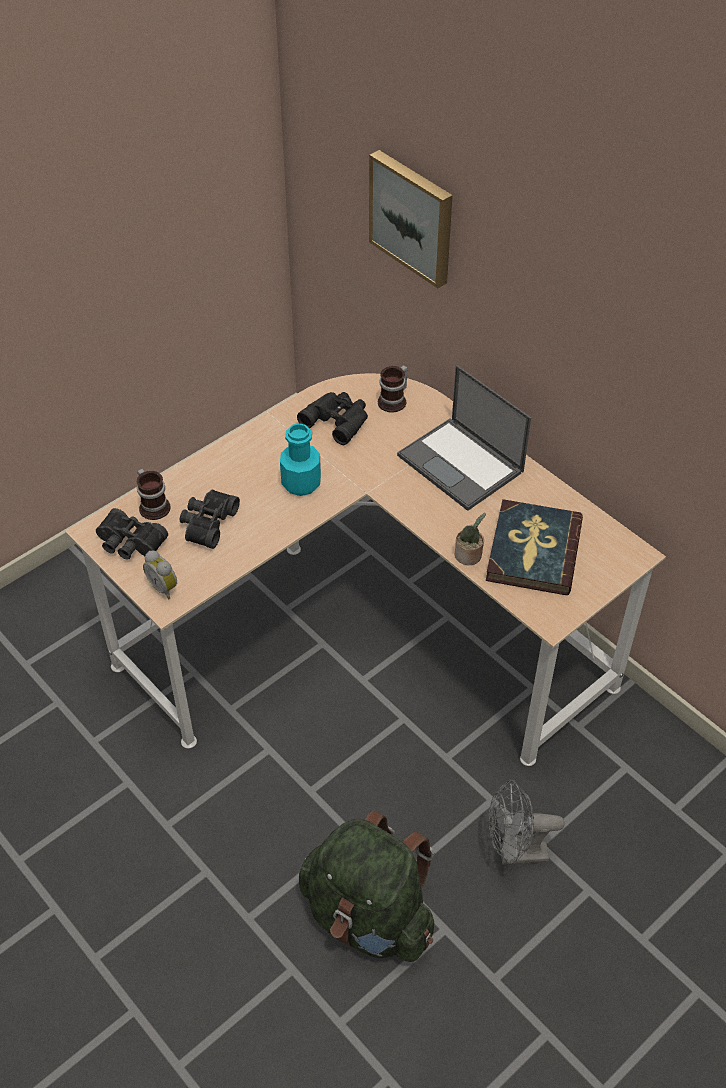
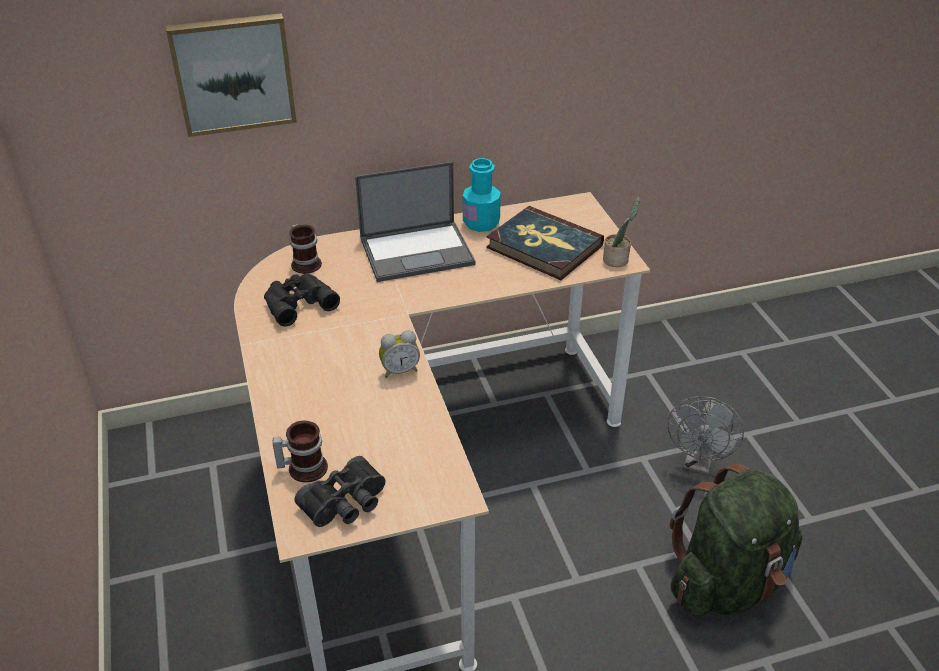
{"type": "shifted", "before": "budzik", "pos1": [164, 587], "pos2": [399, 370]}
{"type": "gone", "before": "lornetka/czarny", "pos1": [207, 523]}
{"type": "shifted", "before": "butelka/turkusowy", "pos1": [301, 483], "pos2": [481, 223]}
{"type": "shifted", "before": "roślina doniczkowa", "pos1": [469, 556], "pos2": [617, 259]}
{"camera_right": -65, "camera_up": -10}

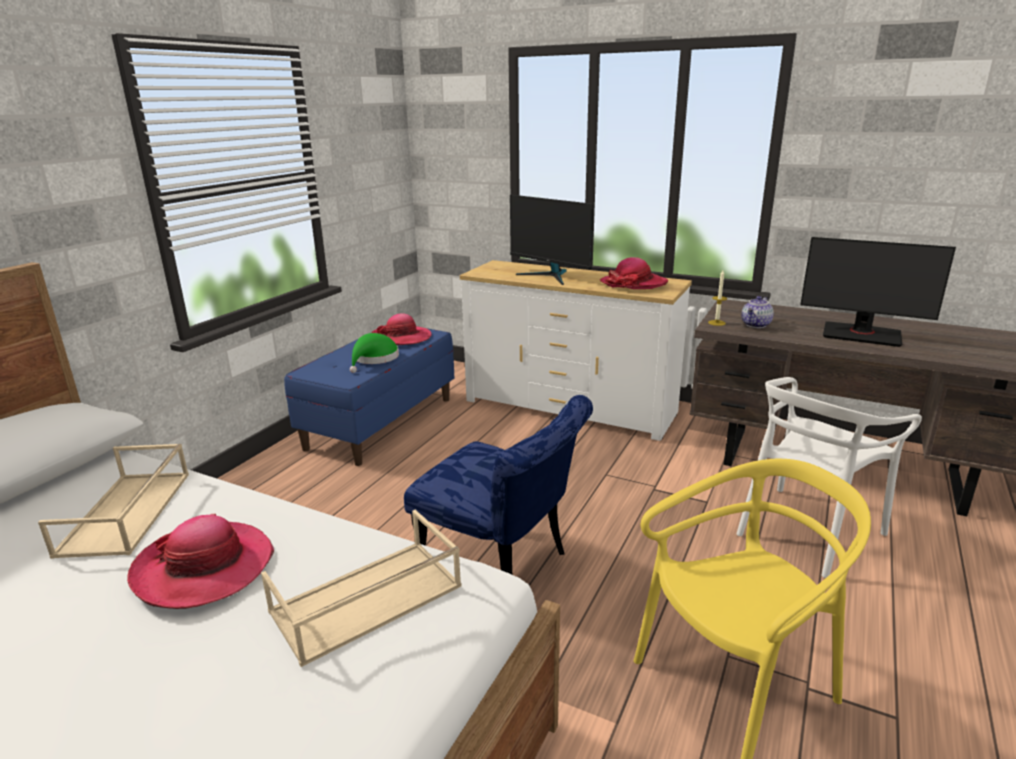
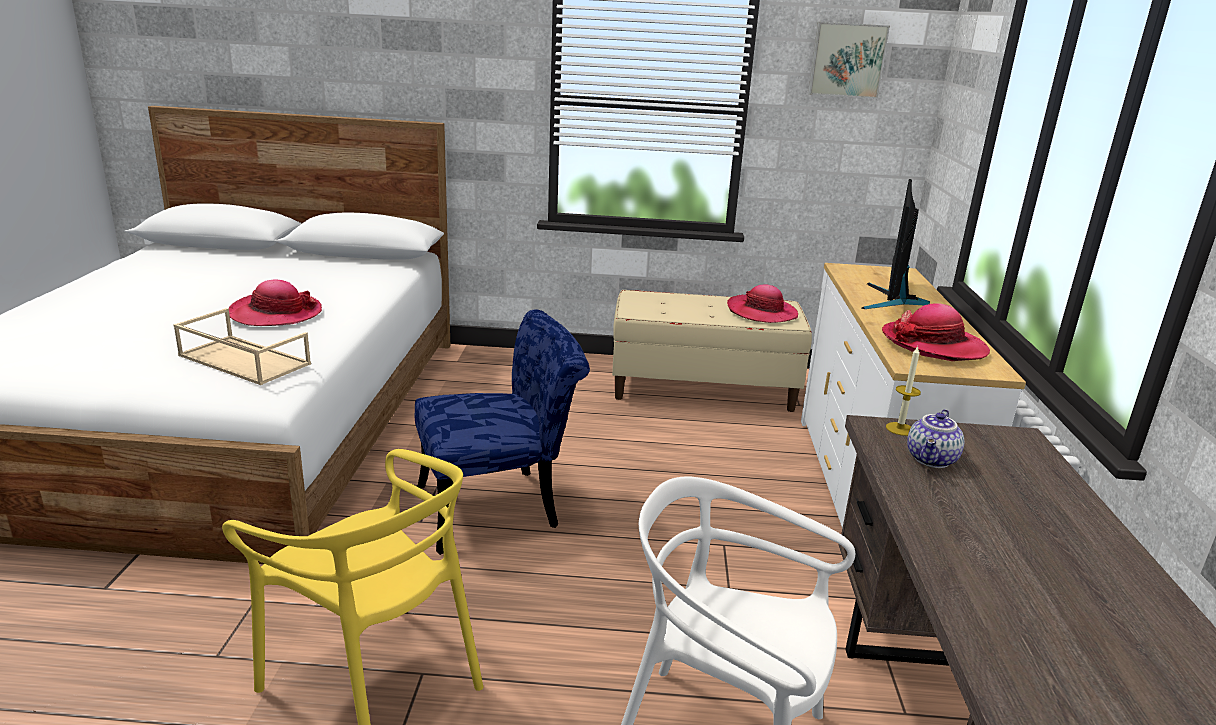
{"type": "gone", "before": "taca/beżowy", "pos1": [127, 513]}
{"type": "repainted", "before": "ławka/niebieski", "after": "ławka/beżowy", "pos1": [380, 423], "pos2": [703, 389]}
{"type": "gone", "before": "kapelusz/zielony", "pos1": [374, 359]}
{"type": "rotated", "before": "krzesło/niebieski", "pos1": [503, 568], "pos2": [501, 507], "turn": -120}
{"type": "rotated", "before": "imbryk", "pos1": [756, 325], "pos2": [932, 460], "turn": -75}
{"type": "gone", "before": "monitor", "pos1": [861, 334]}
{"type": "new", "after": "obraz", "pos2": [847, 60]}
{"camera_right": 65, "camera_up": 0}

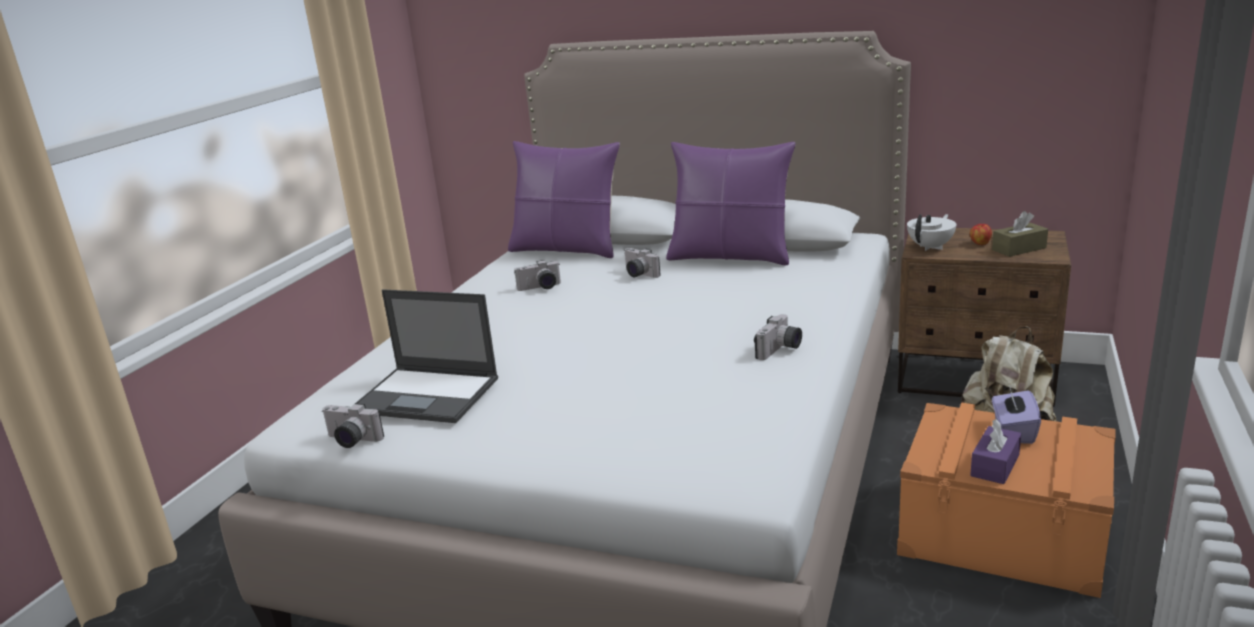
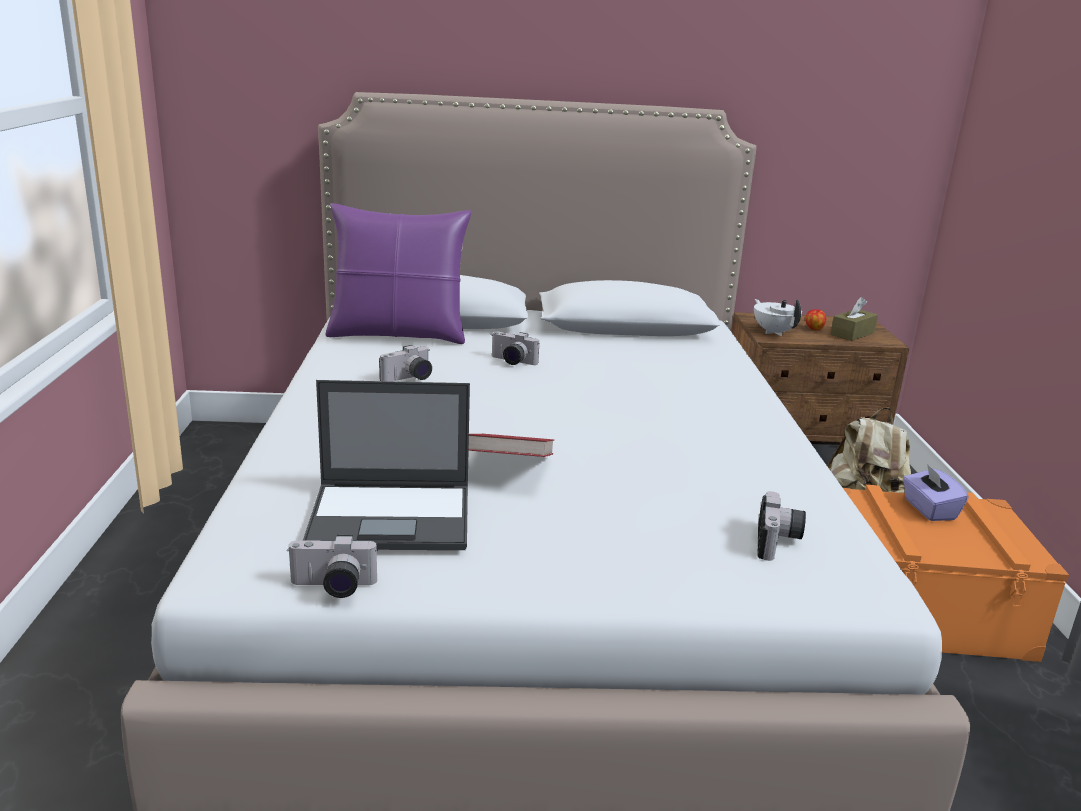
{"type": "gone", "before": "poduszka/fioletowy", "pos1": [730, 256]}
{"type": "shifted", "before": "aparat fotograficzny", "pos1": [780, 350], "pos2": [778, 542]}
{"type": "rotated", "before": "imbryk/biały", "pos1": [931, 247], "pos2": [774, 332], "turn": -45}
{"type": "gone", "before": "pudełko chusteczek/fioletowy", "pos1": [995, 465]}
{"type": "new", "after": "książka/czerwony", "pos2": [509, 469]}
{"camera_right": -25, "camera_up": 0}

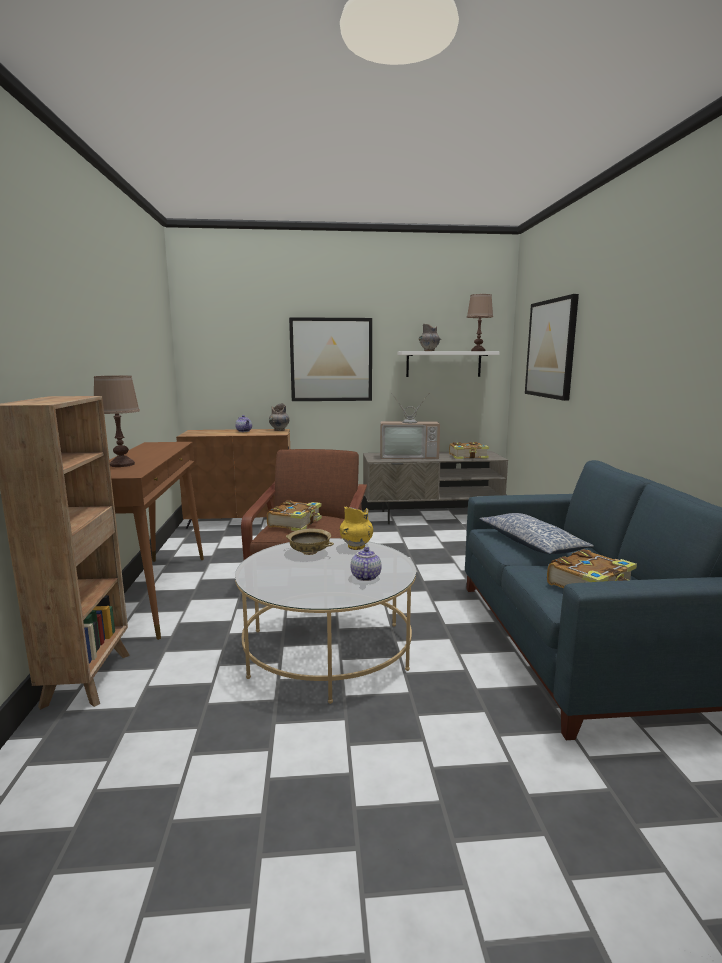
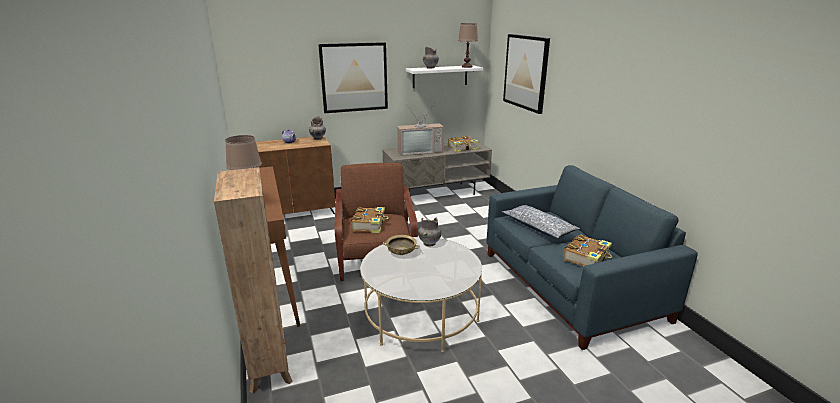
{"type": "repainted", "before": "wazon/żółty", "after": "wazon/szary", "pos1": [356, 546], "pos2": [429, 243]}
{"type": "gone", "before": "imbryk", "pos1": [365, 577]}
{"camera_right": -15, "camera_up": 10}

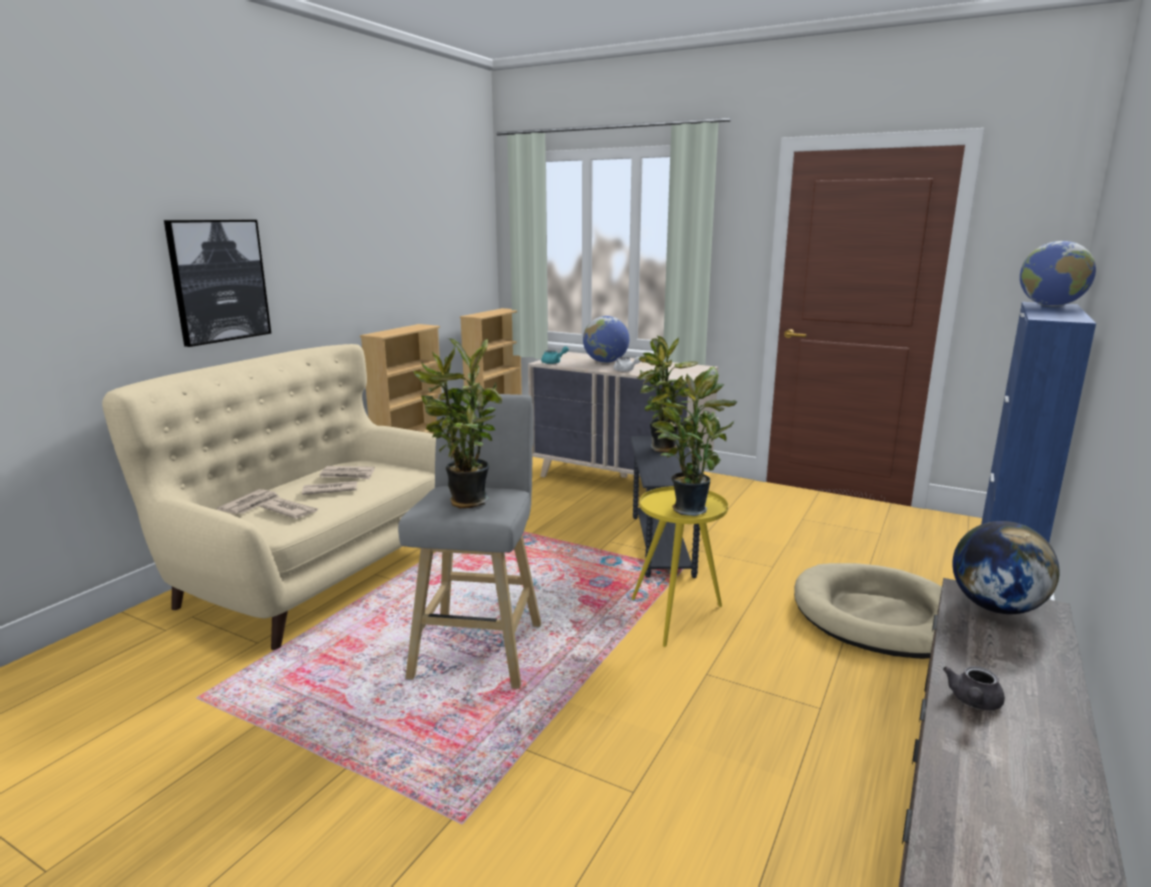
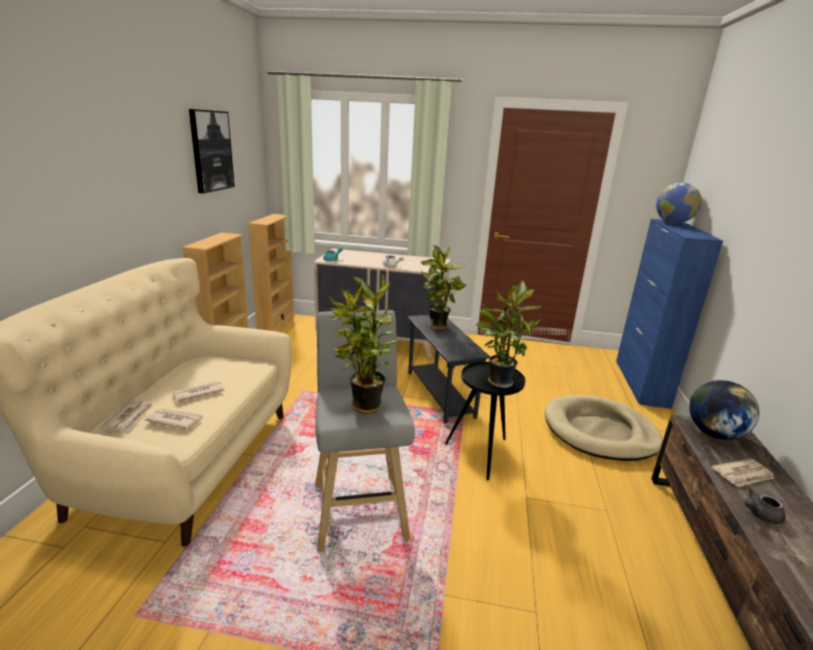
{"type": "shifted", "before": "obraz", "pos1": [219, 281], "pos2": [211, 151]}
{"type": "shifted", "before": "gazeta", "pos1": [348, 475], "pos2": [743, 475]}
{"type": "gone", "before": "globus", "pos1": [605, 362]}
{"type": "repainted", "before": "stolik/żółty", "after": "stolik/czarny", "pos1": [677, 616], "pos2": [482, 453]}
{"type": "rotated", "before": "imbryk/szary", "pos1": [973, 702], "pos2": [759, 514], "turn": 60}
{"camera_right": -20, "camera_up": 5}

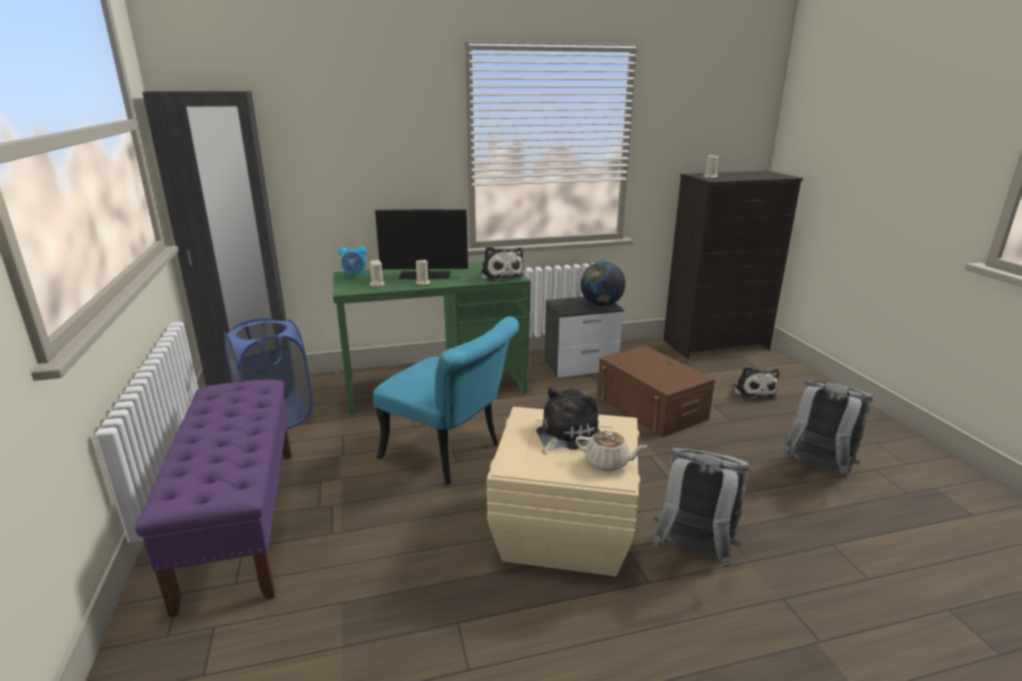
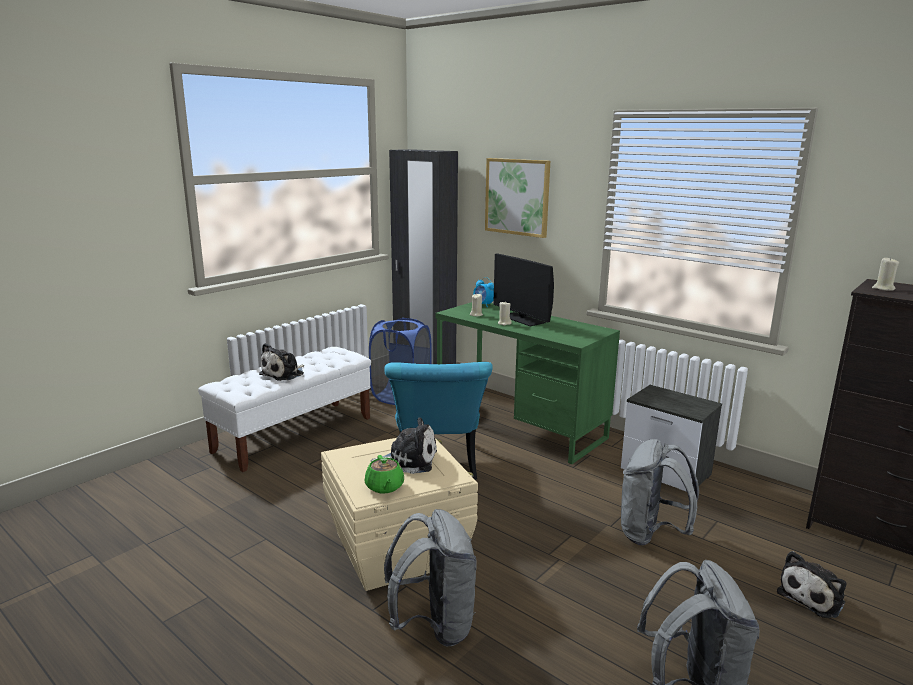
{"type": "repainted", "before": "ławka/fioletowy", "after": "ławka/biały", "pos1": [241, 521], "pos2": [294, 434]}
{"type": "shifted", "before": "pluszak", "pos1": [500, 275], "pos2": [284, 374]}
{"type": "repainted", "before": "imbryk/beżowy", "after": "imbryk/zielony", "pos1": [608, 463], "pos2": [384, 487]}
{"type": "gone", "before": "globus", "pos1": [601, 305]}
{"type": "swapped", "before": "pojemnik do przechowywania/brązowy", "after": "plecak/szary", "pos1": [651, 407], "pos2": [651, 535]}
{"type": "new", "after": "obraz", "pos2": [517, 197]}
{"camera_right": 55, "camera_up": -5}

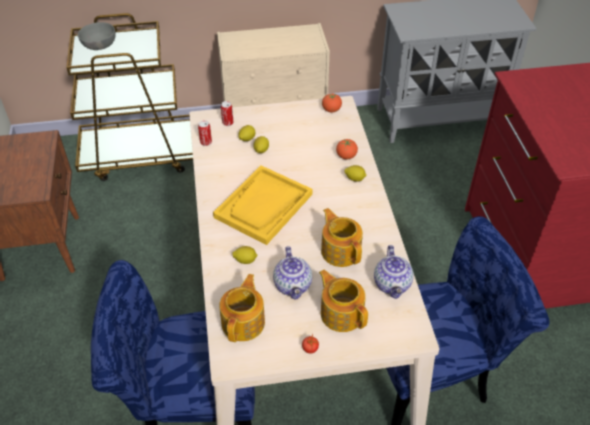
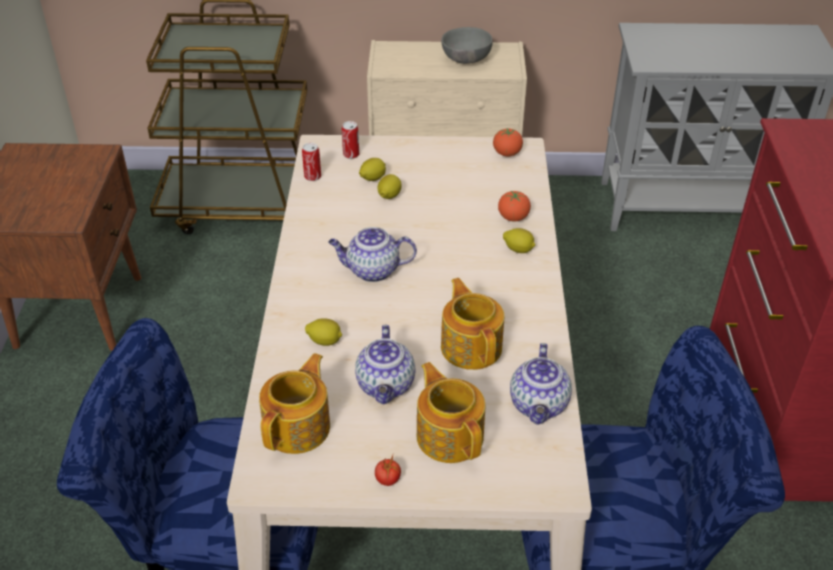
{"type": "shifted", "before": "miska/szary", "pos1": [99, 47], "pos2": [465, 60]}
{"type": "swapped", "before": "taca/żółty", "after": "imbryk", "pos1": [263, 206], "pos2": [372, 271]}
{"camera_right": 10, "camera_up": -5}

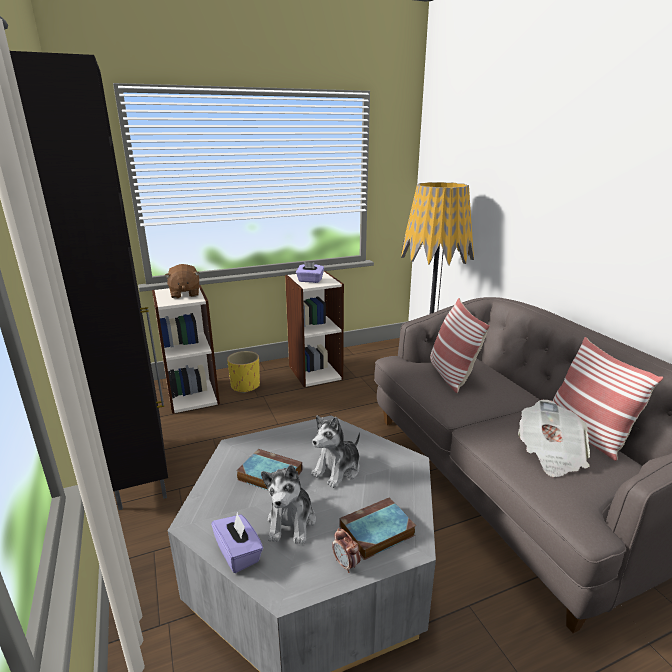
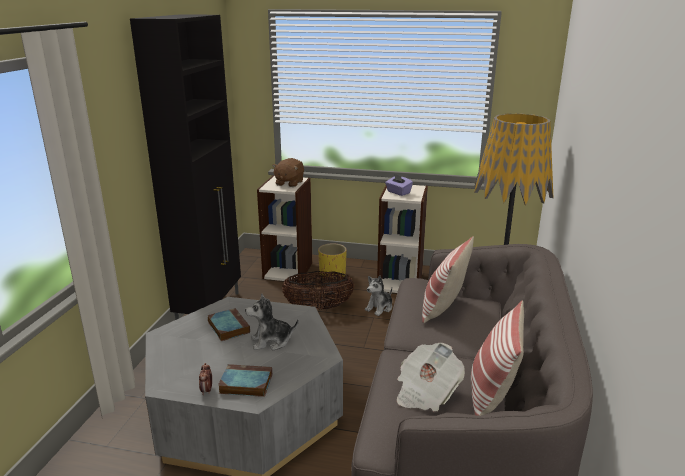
{"type": "gone", "before": "pudełko chusteczek/fioletowy", "pos1": [239, 553]}
{"type": "shifted", "before": "pluszak", "pos1": [291, 522], "pos2": [379, 308]}
{"type": "new", "after": "koszyk", "pos2": [318, 307]}
{"camera_right": 35, "camera_up": 0}

